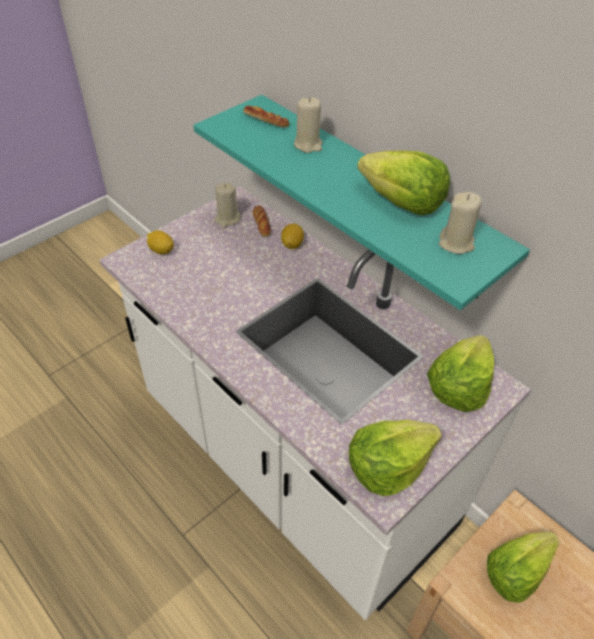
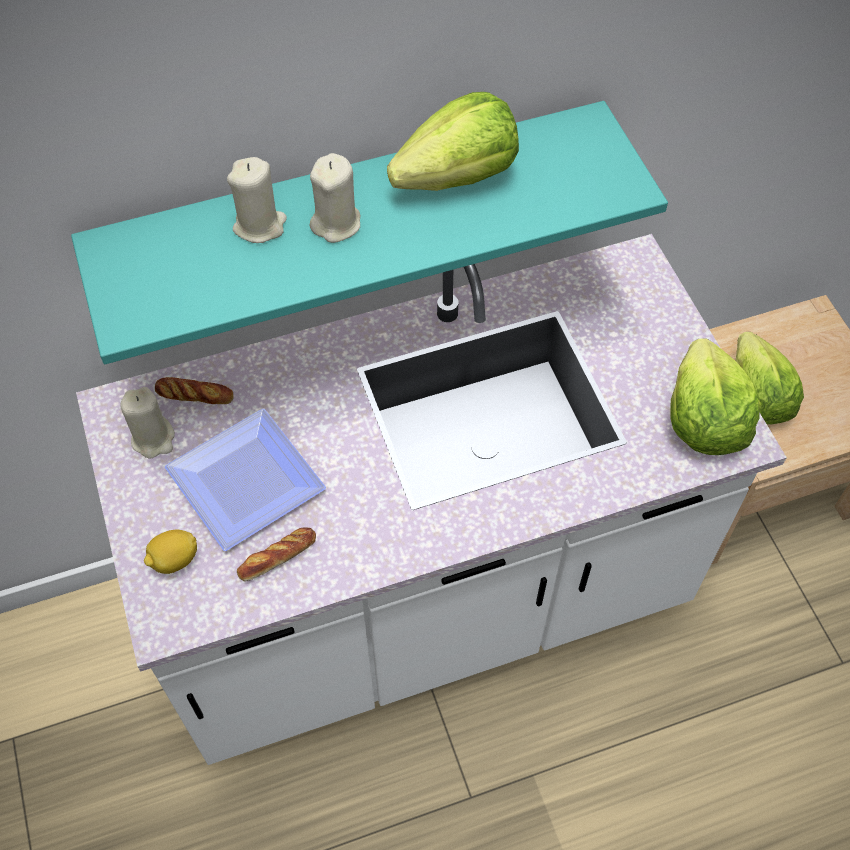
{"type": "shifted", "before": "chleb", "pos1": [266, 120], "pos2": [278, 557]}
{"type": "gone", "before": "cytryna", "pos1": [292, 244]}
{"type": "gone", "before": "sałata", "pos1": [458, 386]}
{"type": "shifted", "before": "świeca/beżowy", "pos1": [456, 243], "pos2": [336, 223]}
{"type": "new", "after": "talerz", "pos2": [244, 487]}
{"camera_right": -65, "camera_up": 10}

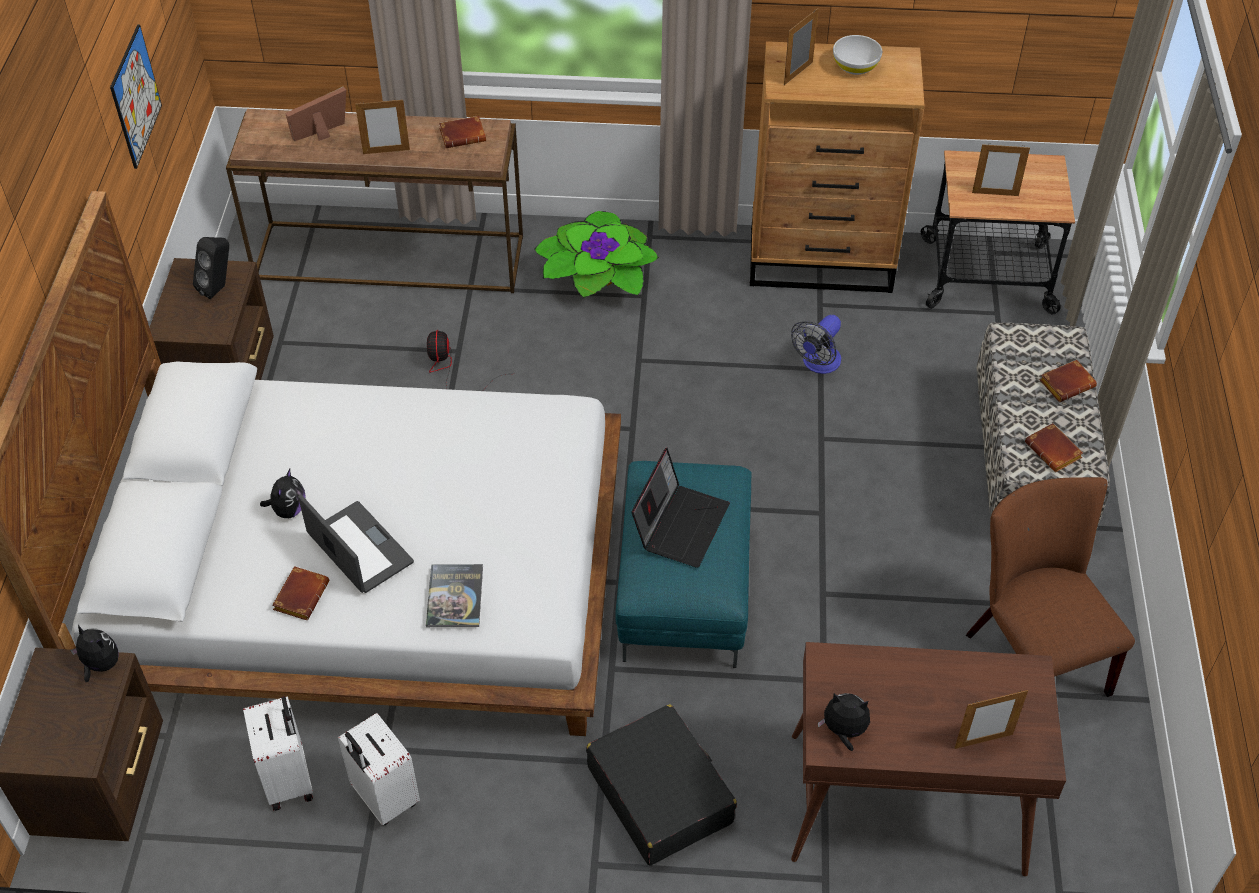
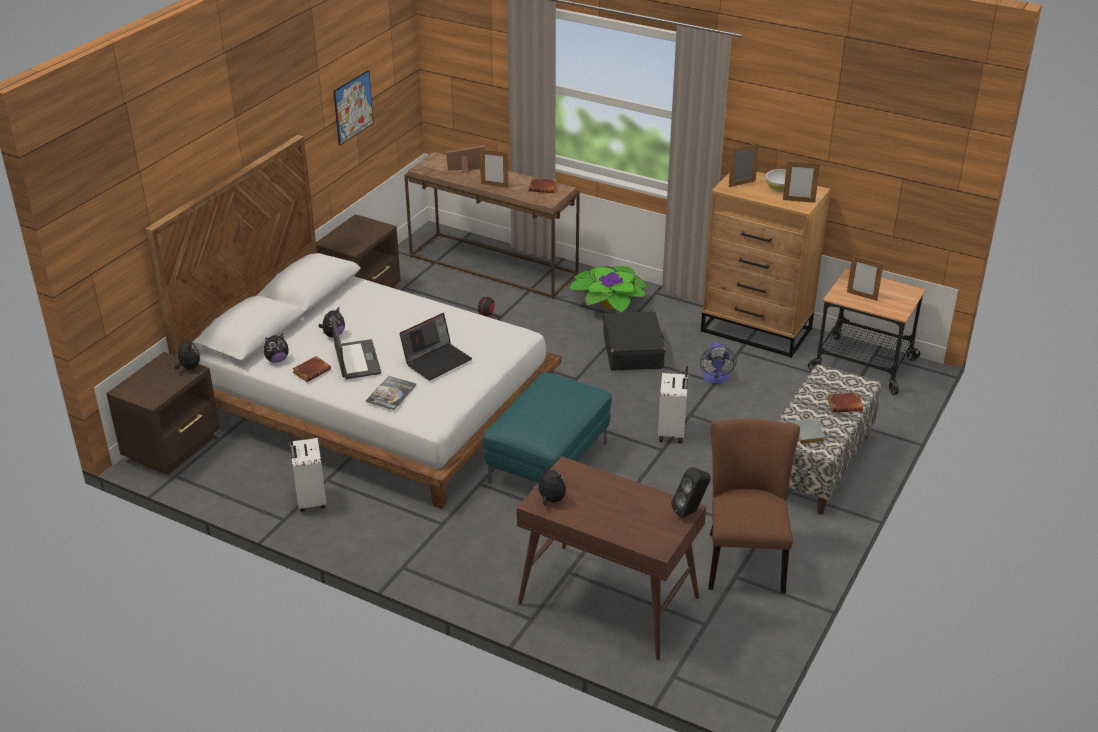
{"type": "shifted", "before": "głośnik/czarny", "pos1": [219, 288], "pos2": [690, 512]}
{"type": "shifted", "before": "walizka/biały", "pos1": [290, 779], "pos2": [672, 432]}
{"type": "shifted", "before": "walizka/czarny", "pos1": [660, 794], "pos2": [633, 351]}
{"type": "shifted", "before": "laptop", "pos1": [680, 524], "pos2": [437, 360]}
{"type": "rotated", "before": "wentylator", "pos1": [818, 364], "pos2": [715, 379], "turn": -60}
{"type": "shifted", "before": "ramka na zdjęcie", "pos1": [983, 741], "pos2": [798, 201]}
{"type": "repainted", "before": "książka/brązowy", "after": "książka/szary", "pos1": [1054, 451], "pos2": [809, 434]}
{"type": "new", "after": "pluszak", "pos2": [277, 360]}
{"camera_right": 25, "camera_up": -15}

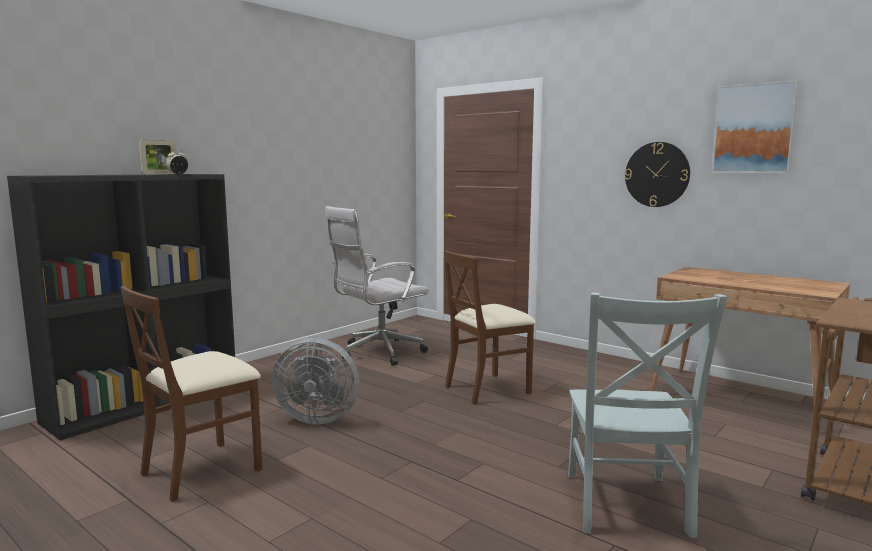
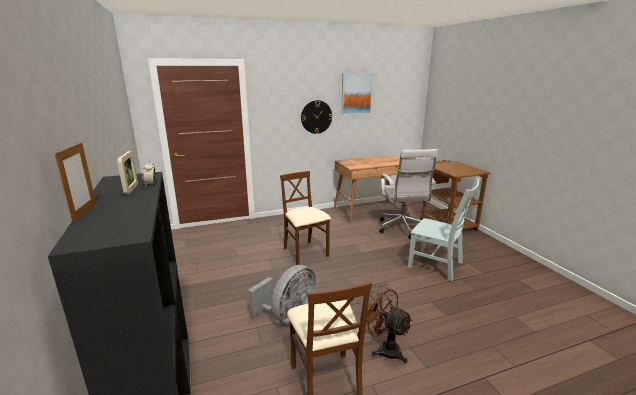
{"type": "shifted", "before": "krzesło biurowe/biały", "pos1": [378, 353], "pos2": [402, 229]}
{"type": "rotated", "before": "krzesło/brązowy", "pos1": [487, 389], "pos2": [305, 253], "turn": 150}
{"type": "new", "after": "ramka na zdjęcie", "pos2": [84, 212]}
{"type": "new", "after": "wentylator/brązowy", "pos2": [384, 348]}
{"camera_right": -60, "camera_up": 10}

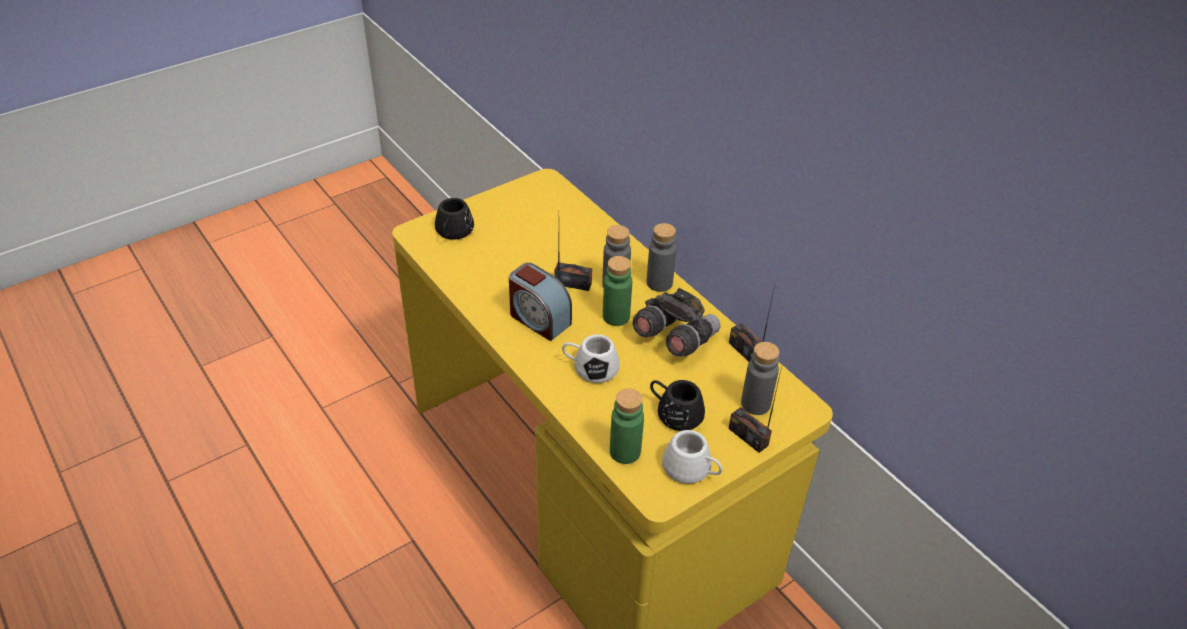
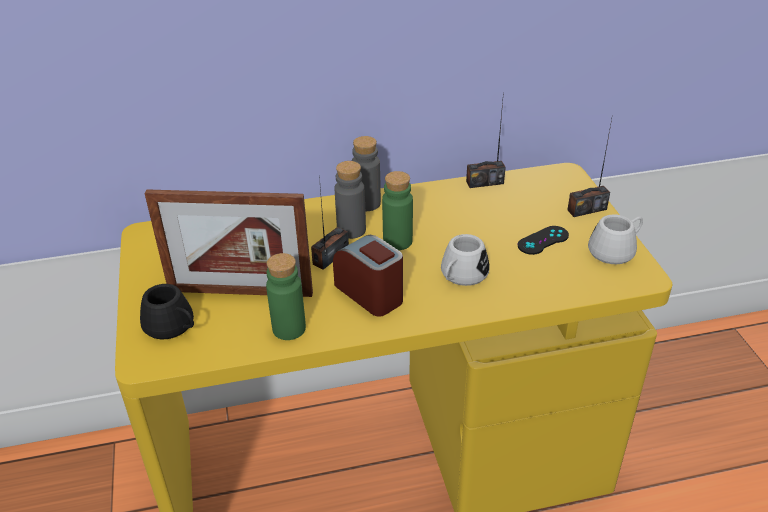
{"type": "rotated", "before": "budzik", "pos1": [539, 319], "pos2": [370, 293], "turn": -105}
{"type": "shifted", "before": "butelka/zielony", "pos1": [625, 451], "pos2": [289, 328]}
{"type": "gone", "before": "lornetka/szary", "pos1": [674, 338]}
{"type": "swapped", "before": "kubek/czarny", "after": "pad do gier/czarny", "pos1": [674, 412], "pos2": [543, 240]}
{"type": "gone", "before": "butelka/szary", "pos1": [755, 404]}
{"type": "new", "after": "ramka na zdjęcie", "pos2": [240, 292]}
{"camera_right": -65, "camera_up": -5}

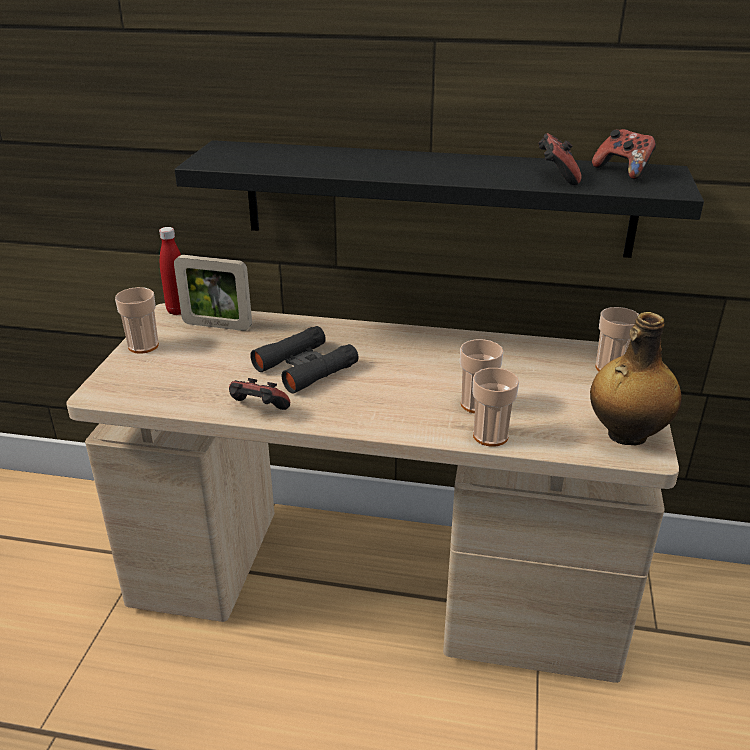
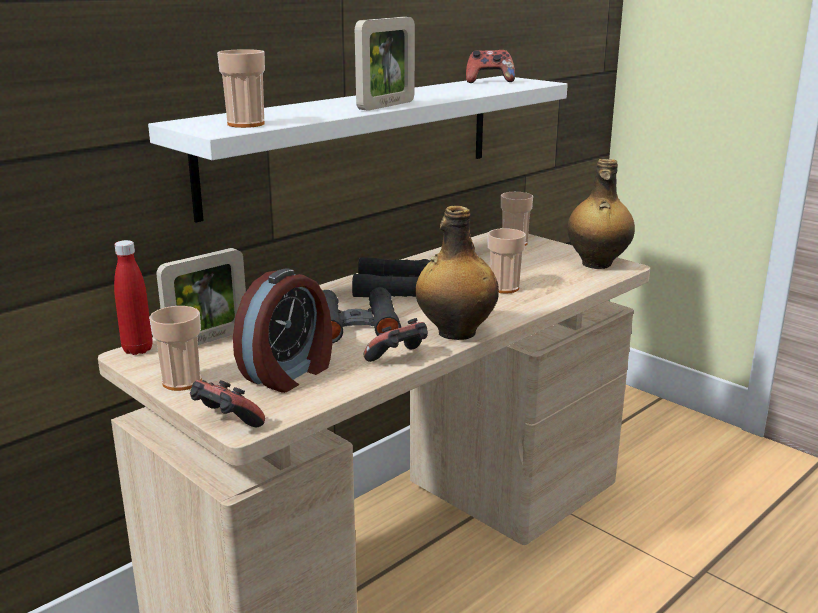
{"type": "repainted", "before": "półka/czarny", "after": "półka/biały", "pos1": [436, 198], "pos2": [356, 141]}
{"type": "shifted", "before": "filiżanka", "pos1": [490, 436], "pos2": [246, 124]}
{"type": "shifted", "before": "pad do gier", "pos1": [556, 176], "pos2": [226, 423]}
{"type": "new", "after": "budzik", "pos2": [289, 373]}
{"type": "new", "after": "lornetka/czarny", "pos2": [394, 288]}
{"type": "new", "after": "ramka na zdjęcie", "pos2": [386, 105]}
{"type": "new", "after": "butelka", "pos2": [455, 333]}
{"camera_right": -55, "camera_up": -10}

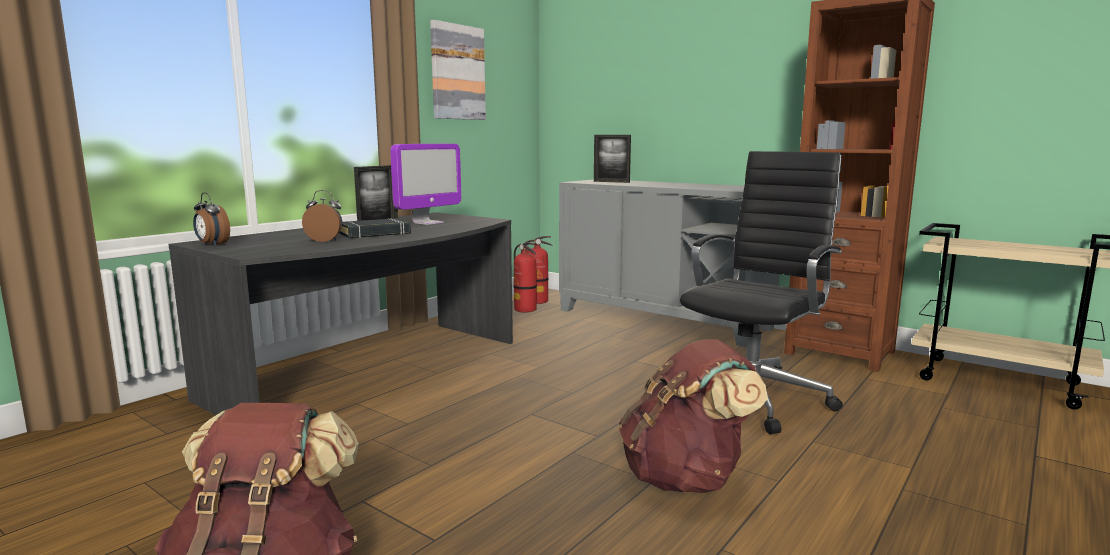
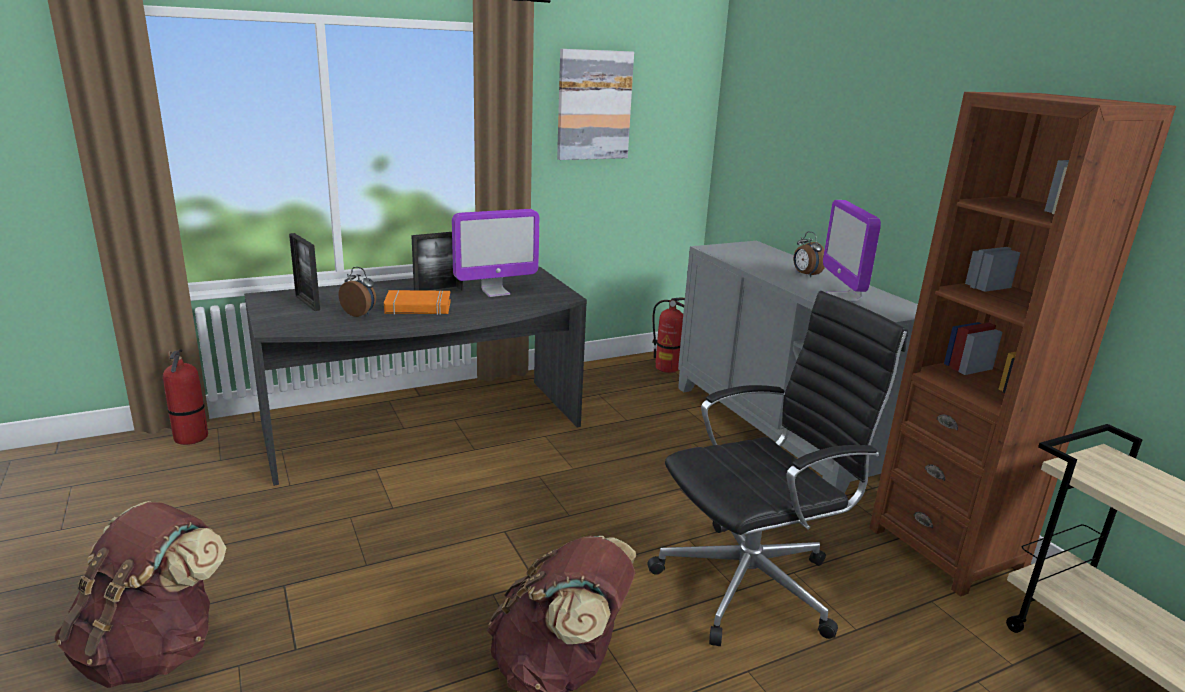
{"type": "shifted", "before": "budzik", "pos1": [212, 244], "pos2": [805, 275]}
{"type": "repainted", "before": "książka/czarny", "after": "książka/pomarańczowy", "pos1": [375, 233], "pos2": [418, 308]}
{"type": "shifted", "before": "gaśnica", "pos1": [525, 309], "pos2": [191, 438]}
{"type": "shifted", "before": "ramka na zdjęcie", "pos1": [611, 182], "pos2": [307, 303]}
{"type": "new", "after": "monitor", "pos2": [843, 297]}
{"camera_right": 25, "camera_up": 10}

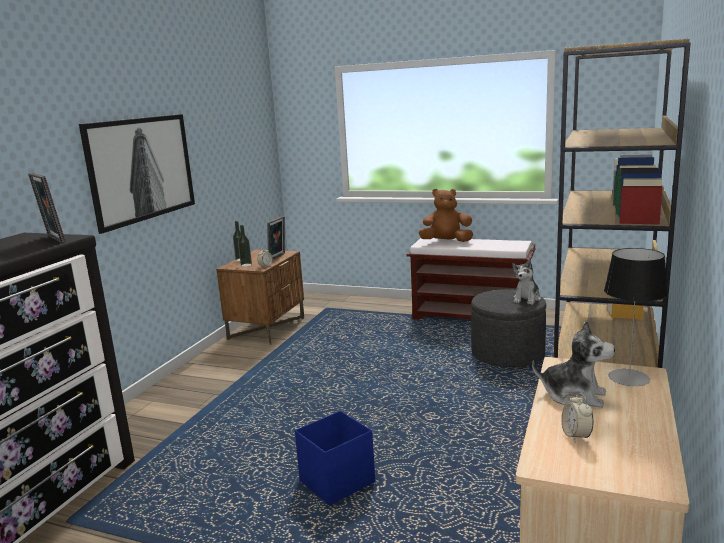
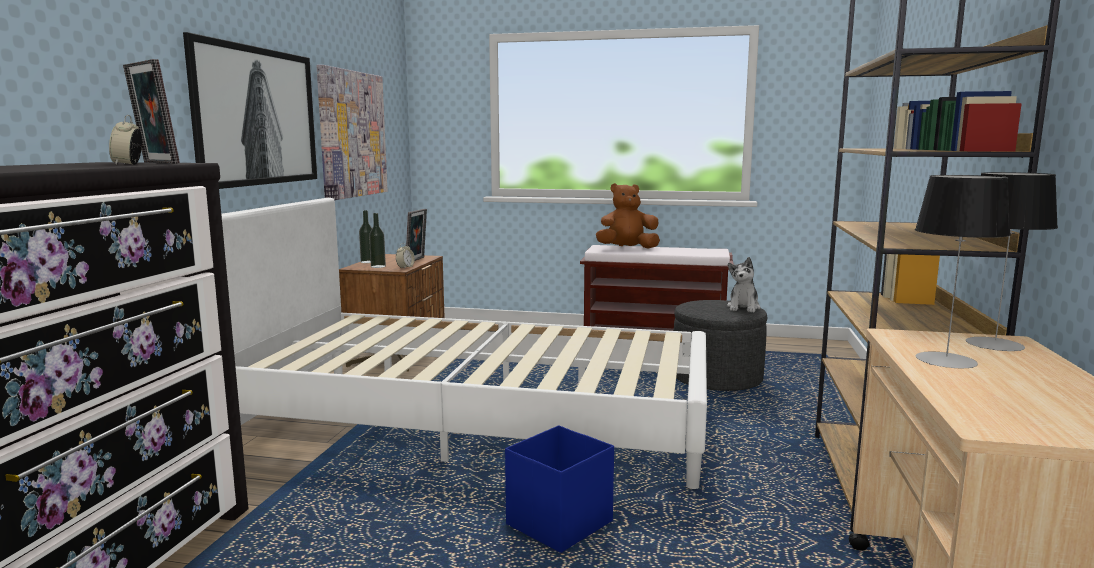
{"type": "swapped", "before": "pluszak", "after": "lampa stołowa", "pos1": [574, 395], "pos2": [946, 360]}
{"type": "shifted", "before": "budzik", "pos1": [576, 435], "pos2": [128, 164]}
{"type": "new", "after": "łóżko/biały", "pos2": [479, 421]}
{"type": "new", "after": "obraz", "pos2": [351, 134]}
{"camera_right": -10, "camera_up": -5}

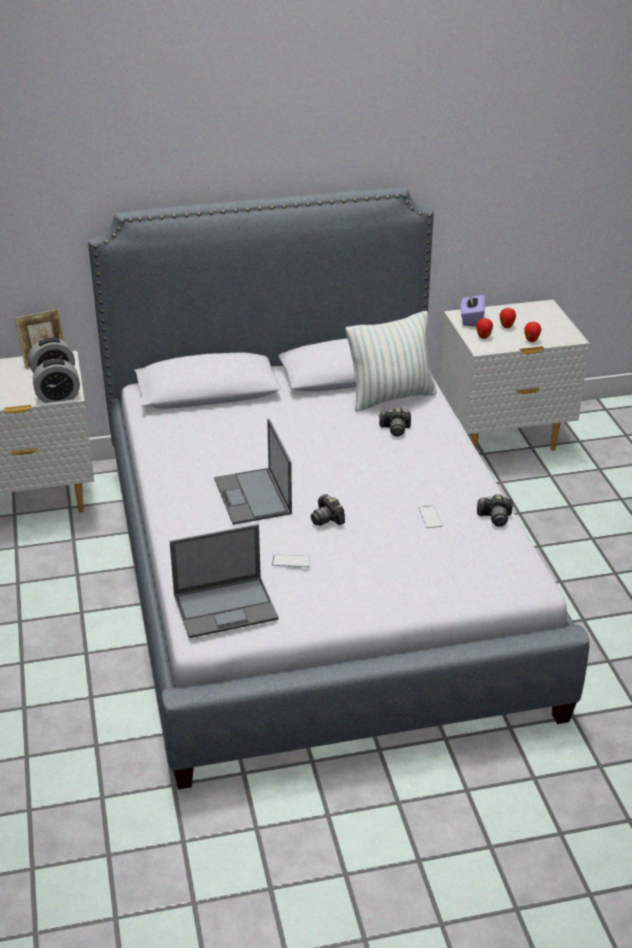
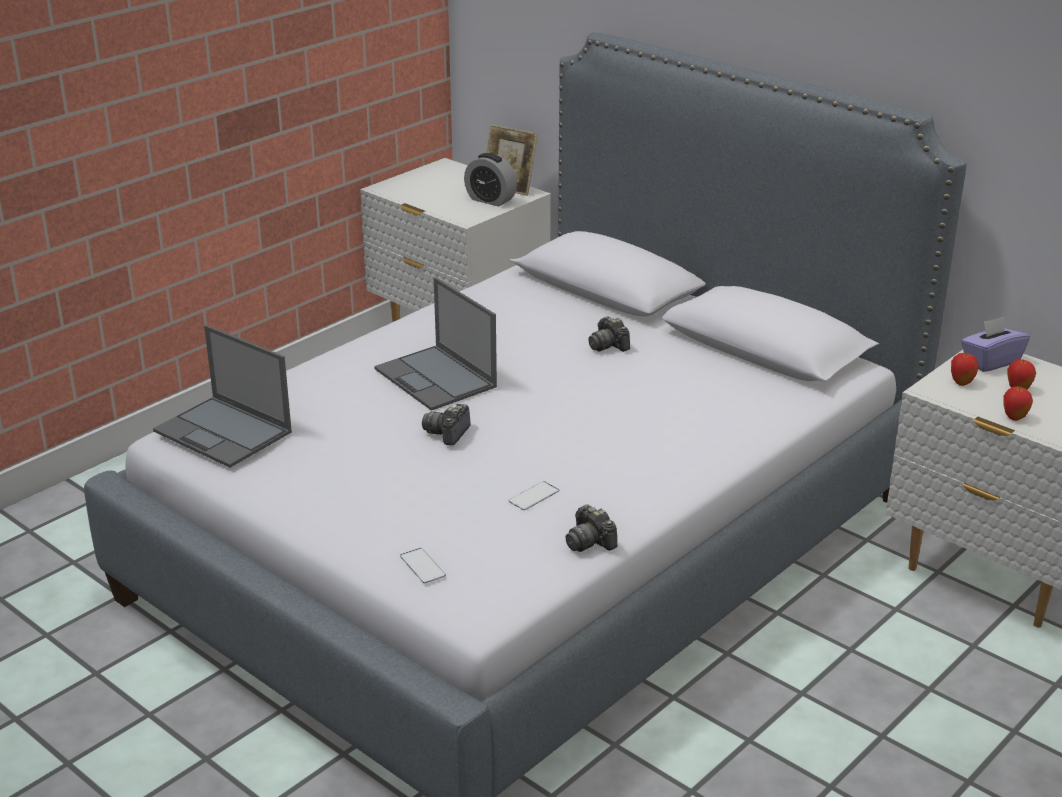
{"type": "gone", "before": "budzik", "pos1": [58, 397]}
{"type": "rotated", "before": "laptop", "pos1": [253, 497], "pos2": [436, 378], "turn": -75}
{"type": "shifted", "before": "telefon", "pos1": [291, 561], "pos2": [422, 566]}
{"type": "gone", "before": "poduszka", "pos1": [391, 397]}
{"type": "shifted", "before": "aparat fotograficzny", "pos1": [395, 429], "pos2": [608, 345]}
{"camera_right": 55, "camera_up": -5}

